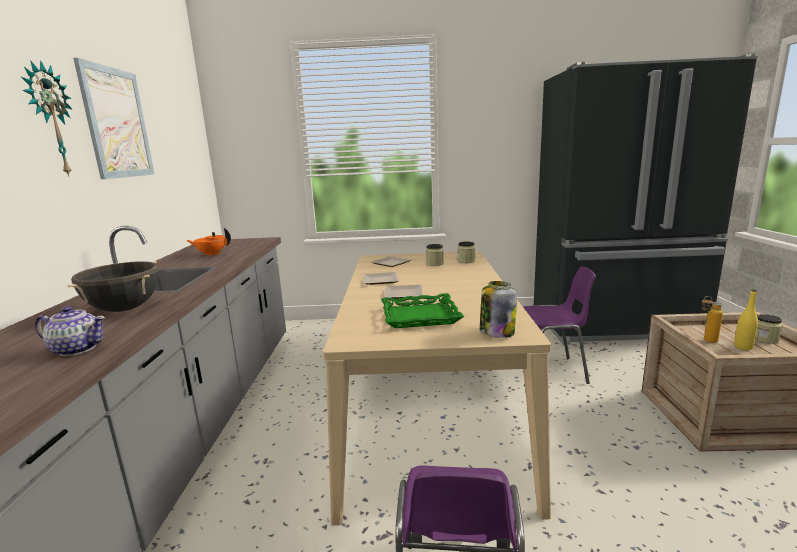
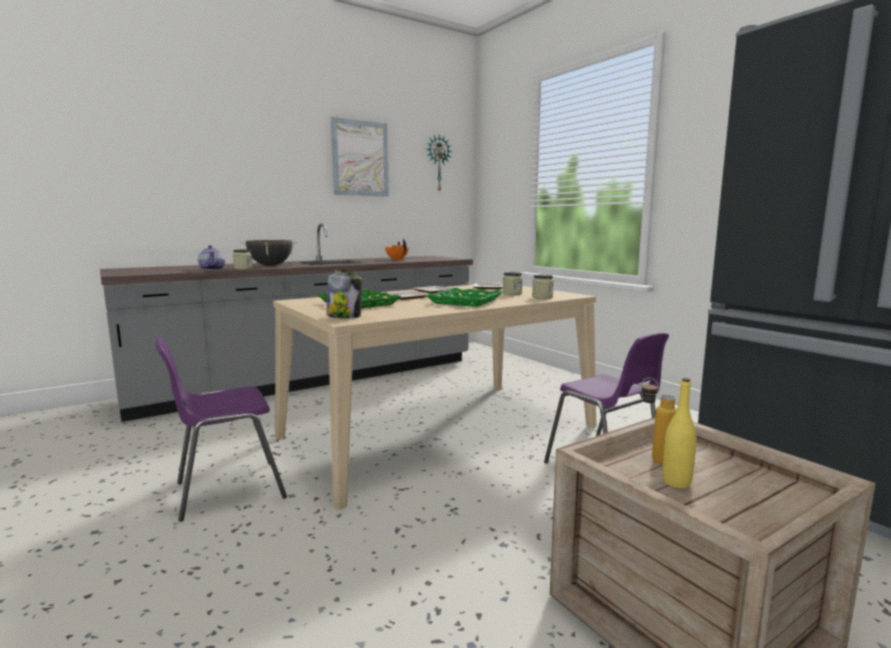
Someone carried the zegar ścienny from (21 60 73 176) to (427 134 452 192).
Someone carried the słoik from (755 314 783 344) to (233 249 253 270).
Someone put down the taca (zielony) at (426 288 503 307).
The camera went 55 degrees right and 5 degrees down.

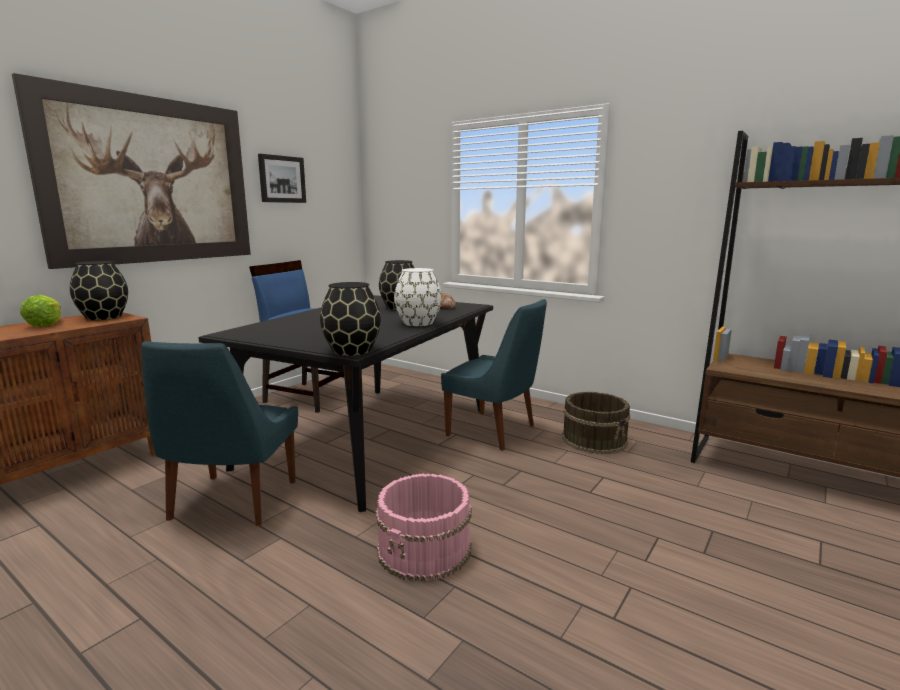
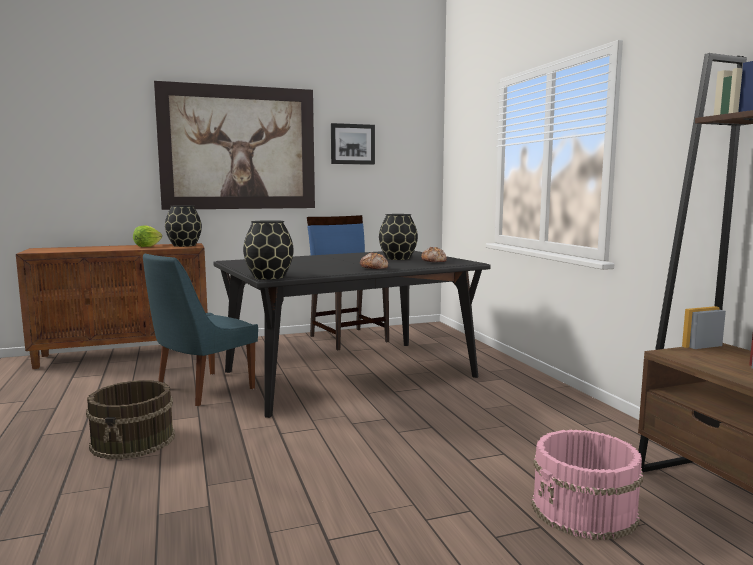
Someone swapped the wazon (biały) at (394 268 442 326) for the chleb at (360 252 388 269).
Someone took away the krzesło (niebieski) at (441 299 547 451).
Someone carried the wiadro (brązowy) from (562 392 630 454) to (86 380 175 459).
Someone carried the wiadro (różowy) from (375 473 472 582) to (532 430 643 540).
The camera went 35 degrees right and 5 degrees down.

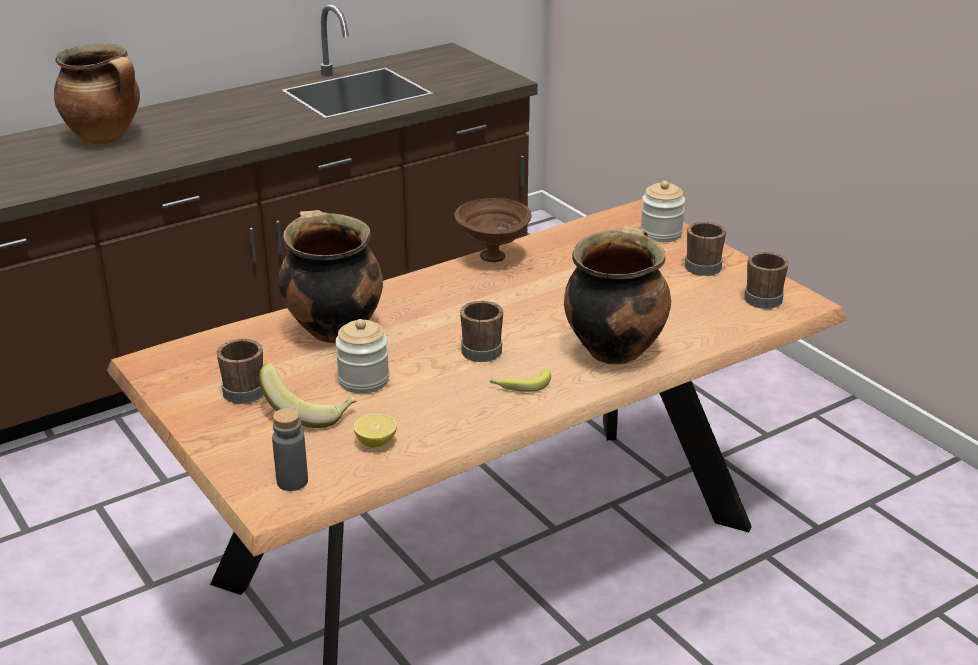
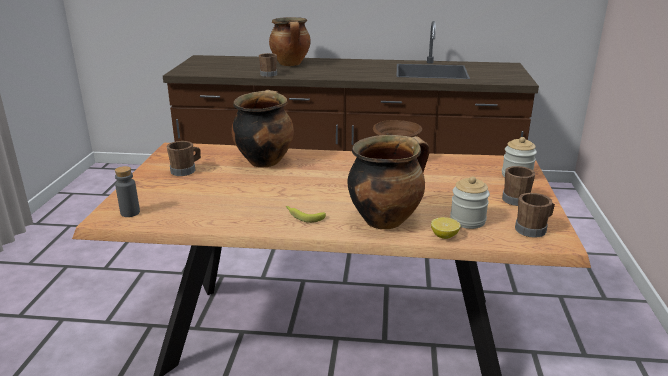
Someone carried the kubek (brązowy) from (460 301 503 362) to (259 53 277 77).
Someone carried the słoik from (335 319 389 393) to (450 177 490 229).
Someone took away the banan at (259 363 357 428).
Someone carried the cytryna from (354 414 397 448) to (431 217 461 239).
The camera went 40 degrees right and 5 degrees down.

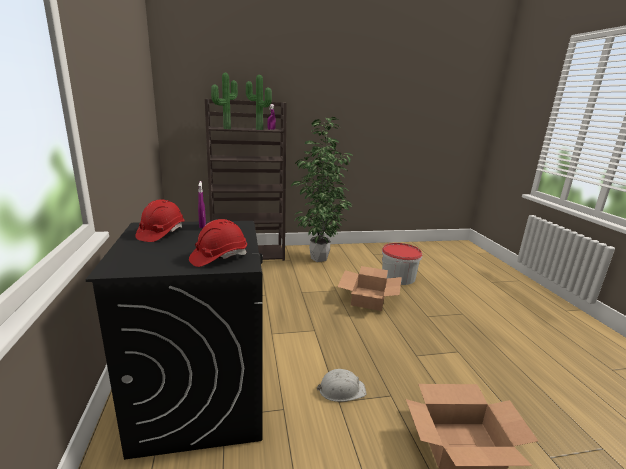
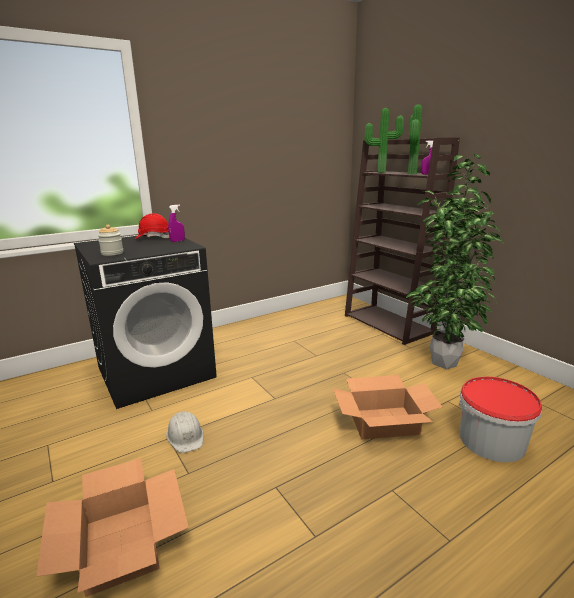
Someone swapped the kask (czerwony) at (189 219 247 267) for the słoik at (98 225 123 256).
The camera went 70 degrees right and 0 degrees up.

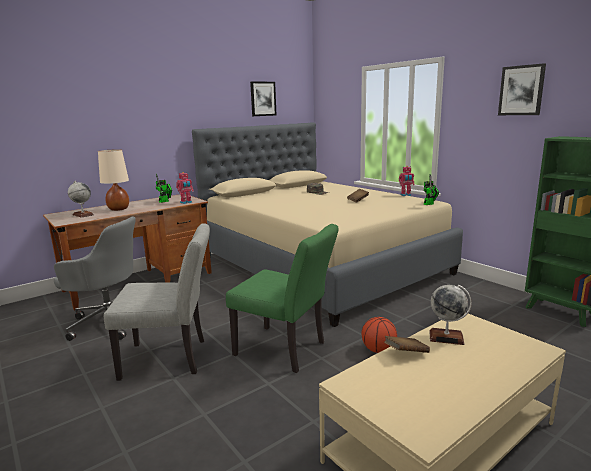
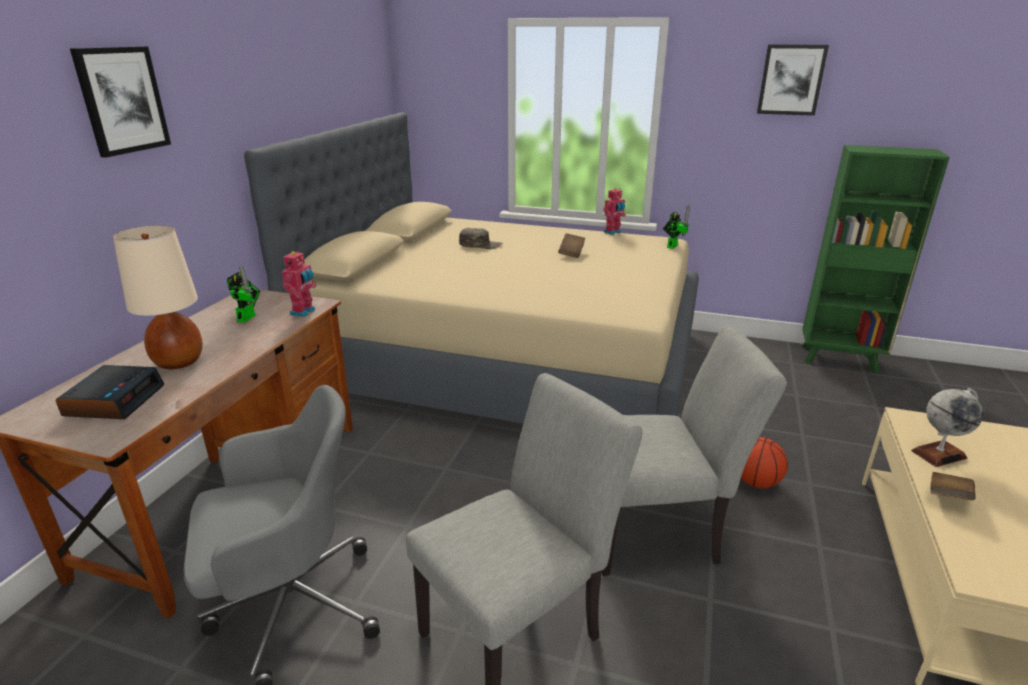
Someone carried the obraz from (250 81 277 116) to (70 46 171 158).
Someone swapped the globus at (68 181 94 218) for the budzik at (55 365 164 419).
Someone repainted the krzesło (zielony) at (226 224 339 373), which became the krzesło (szary) at (602 325 787 576).
The camera went 35 degrees left and 10 degrees up.

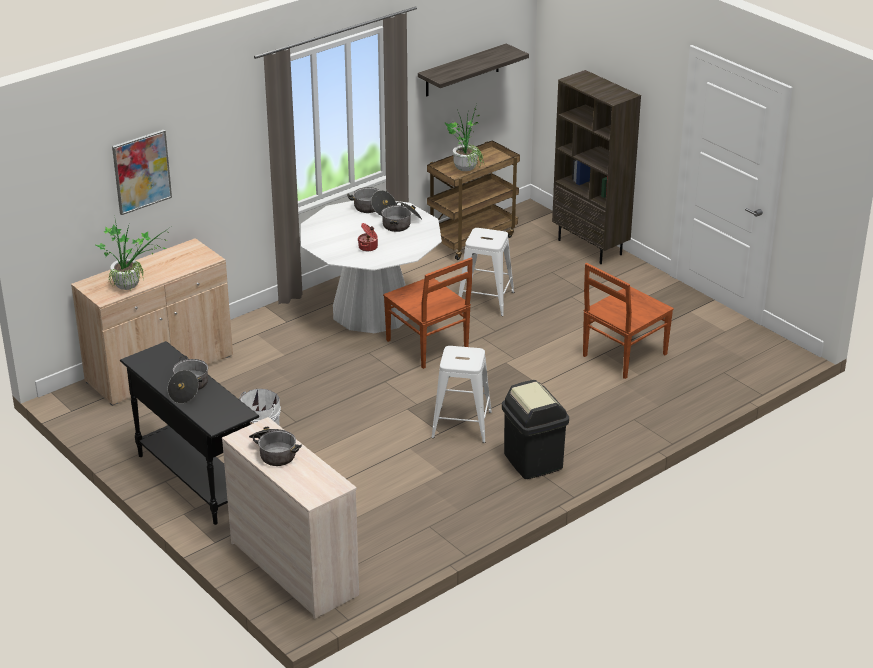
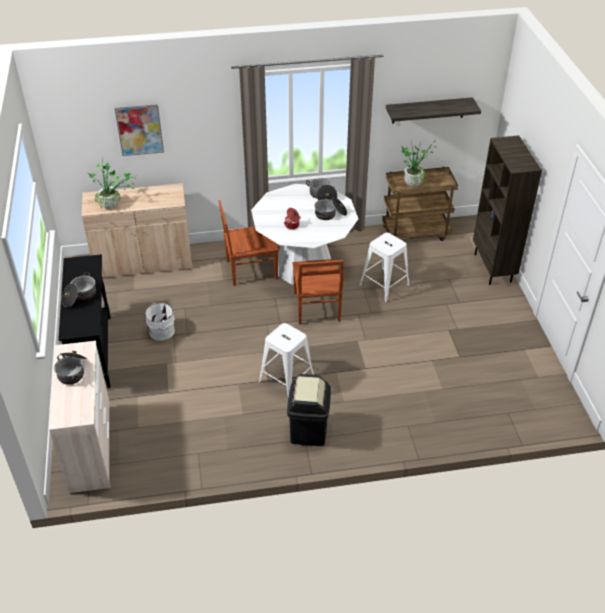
Someone carried the krzesło (brązowy) from (583 263 674 379) to (218 200 279 286).
The camera went 30 degrees right and 10 degrees up.

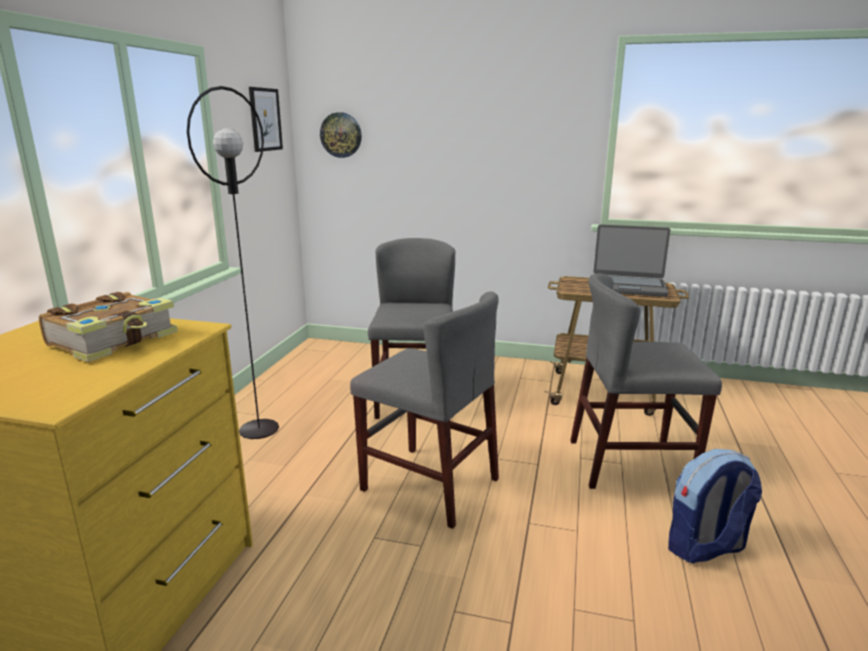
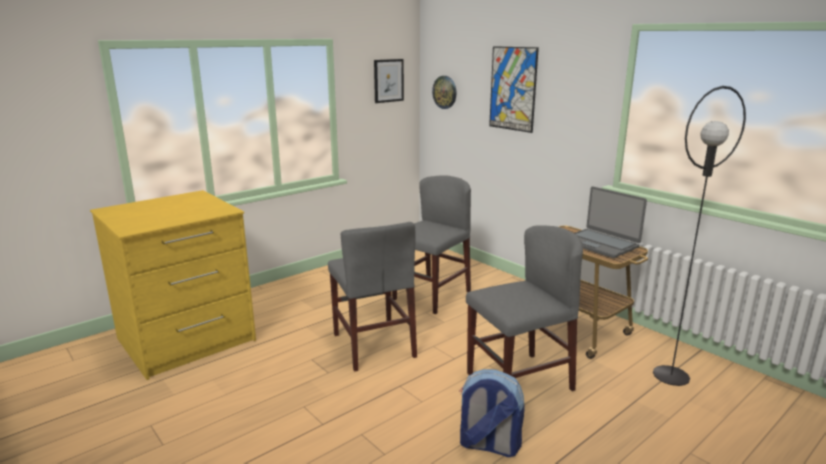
Someone carried the lampa stojąca (czarny) from (187 86 279 439) to (653 86 746 386).
Someone rotated the krzesło (szary) at (570 273 722 489) by 120 degrees clockwise.
Someone took away the książka at (39 292 178 362).
Someone put up the obraz at (489 46 539 133).
The camera went 35 degrees right and 0 degrees up.

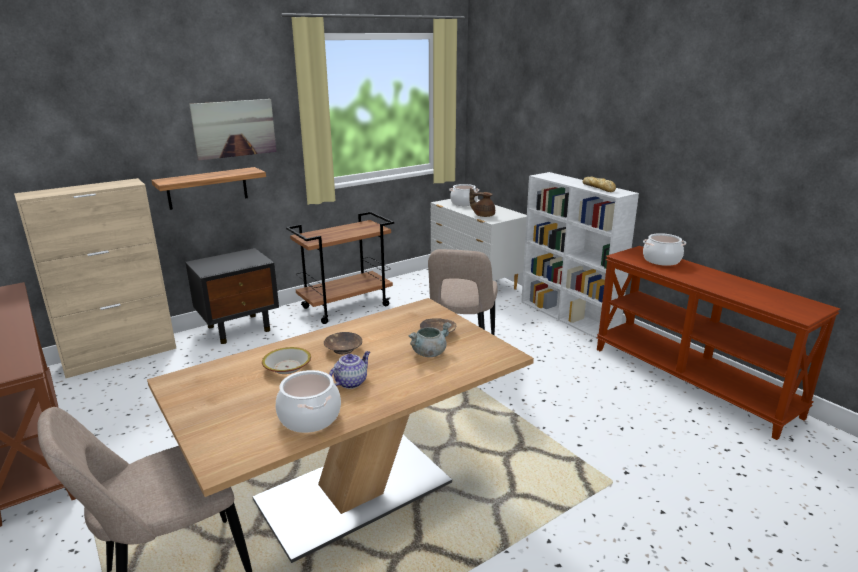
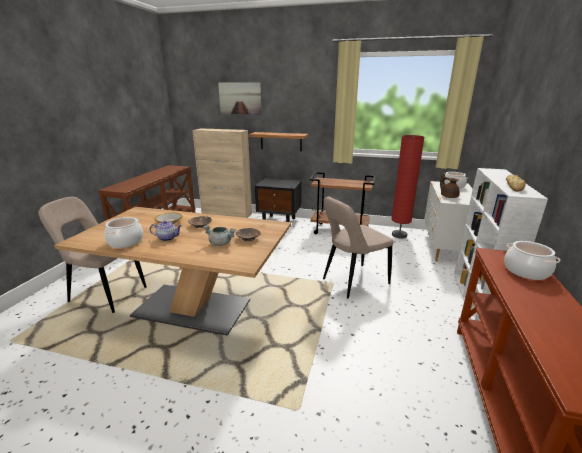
Someone carried the obraz from (189 99 276 161) to (218 82 261 114).
Someone put down the lampa stojąca (czerwony) at (392 135 424 239).
The camera went 50 degrees right and 0 degrees up.

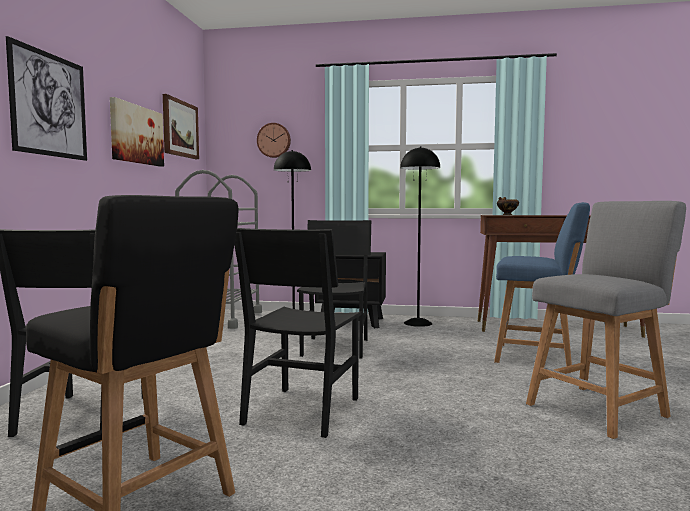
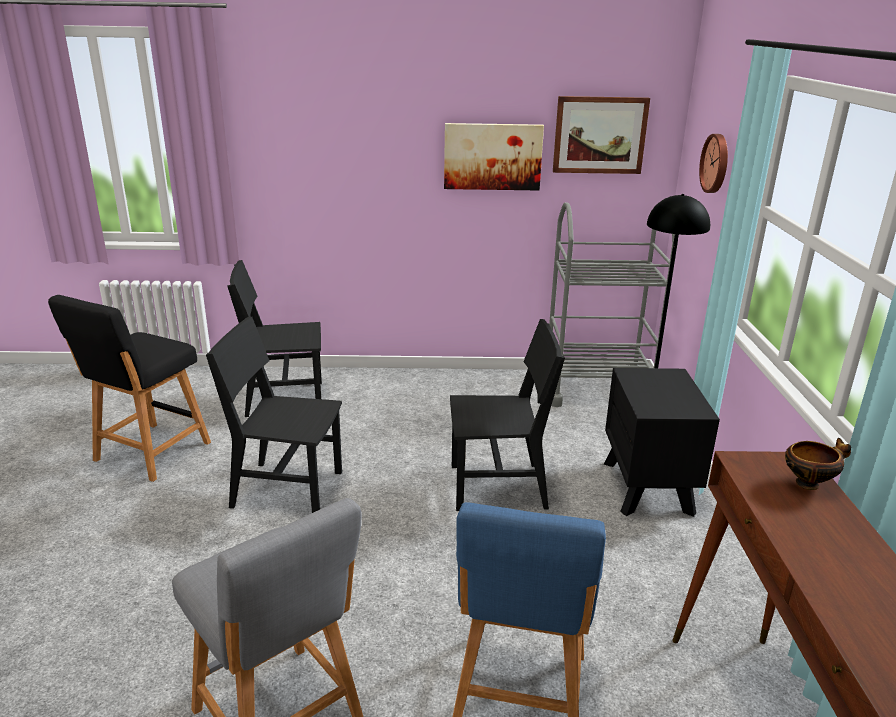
Someone took away the obraz at (6 36 87 161).
Someone took away the lampa stojąca (czarny) at (400 147 440 327).
The camera went 80 degrees right and 20 degrees up.

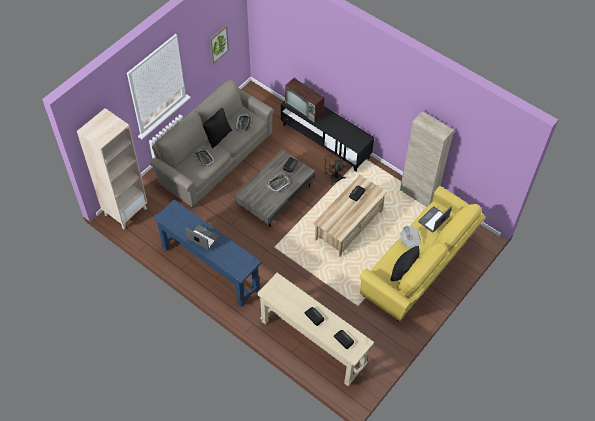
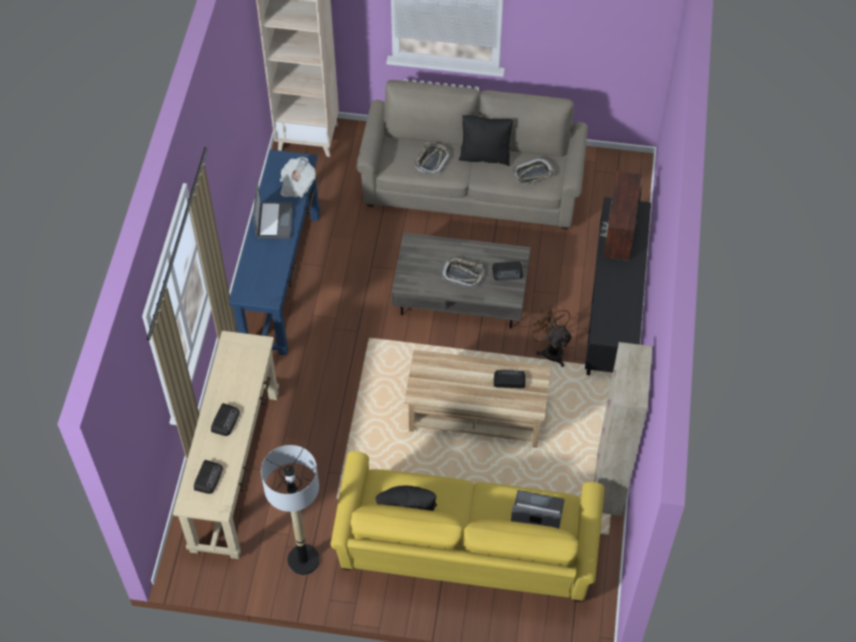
Someone took away the obraz at (209 25 229 64).
Someone carried the gazeta from (400 226 422 249) to (280 157 316 198).
Someone put down the lampa stojąca at (261 445 320 575).
The camera went 60 degrees right and 0 degrees up.

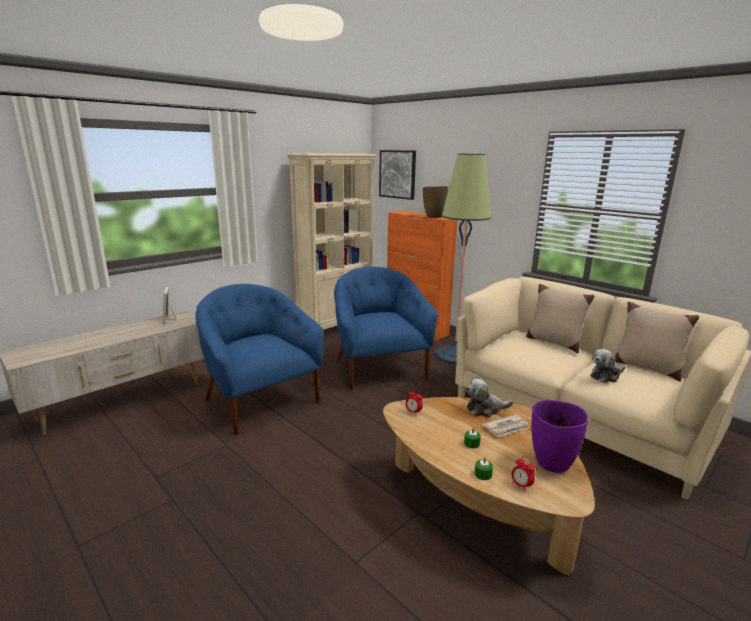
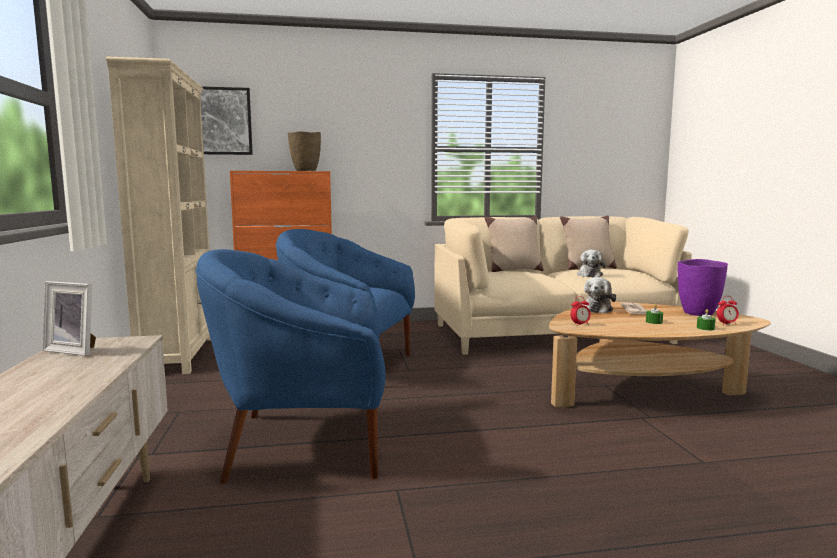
Someone took away the lampa stojąca at (435 154 491 365).
The camera went 55 degrees left and 10 degrees down.

